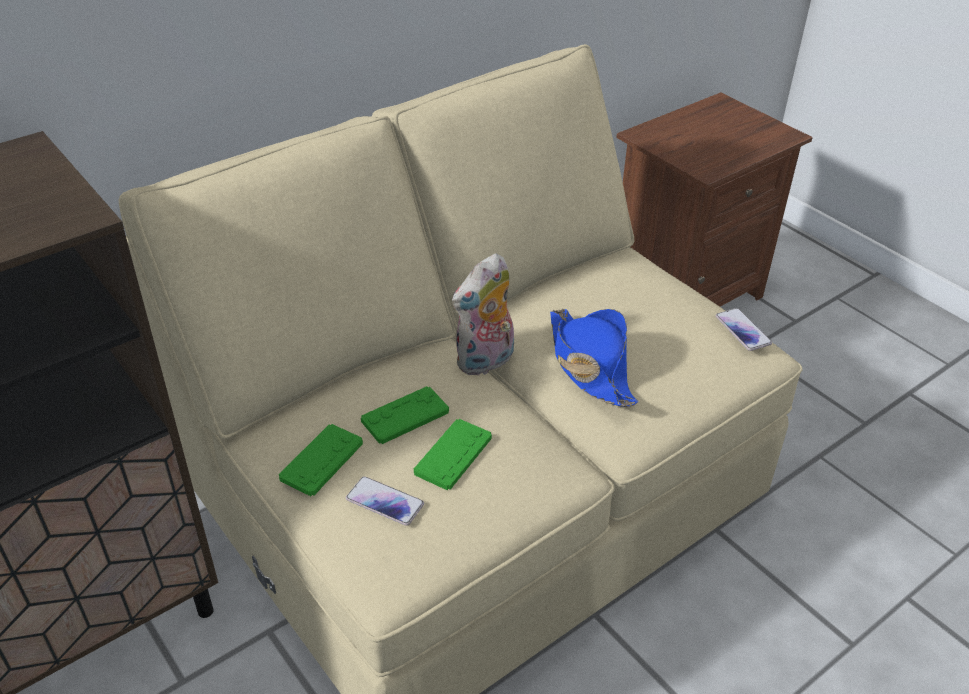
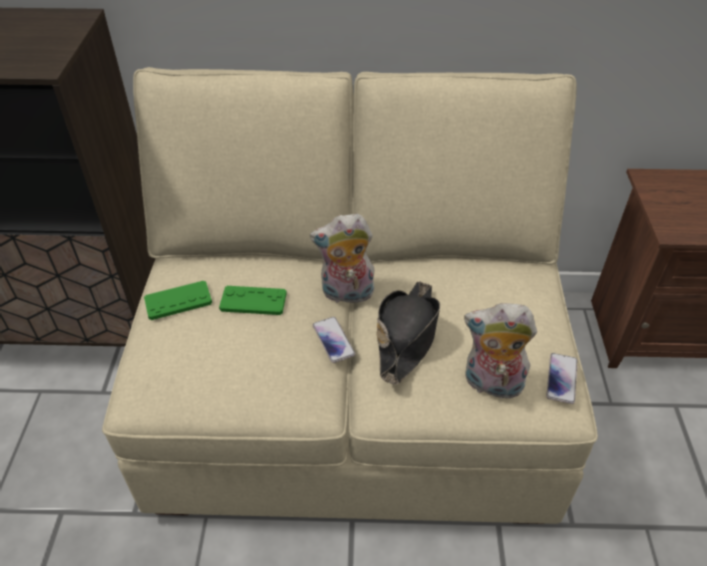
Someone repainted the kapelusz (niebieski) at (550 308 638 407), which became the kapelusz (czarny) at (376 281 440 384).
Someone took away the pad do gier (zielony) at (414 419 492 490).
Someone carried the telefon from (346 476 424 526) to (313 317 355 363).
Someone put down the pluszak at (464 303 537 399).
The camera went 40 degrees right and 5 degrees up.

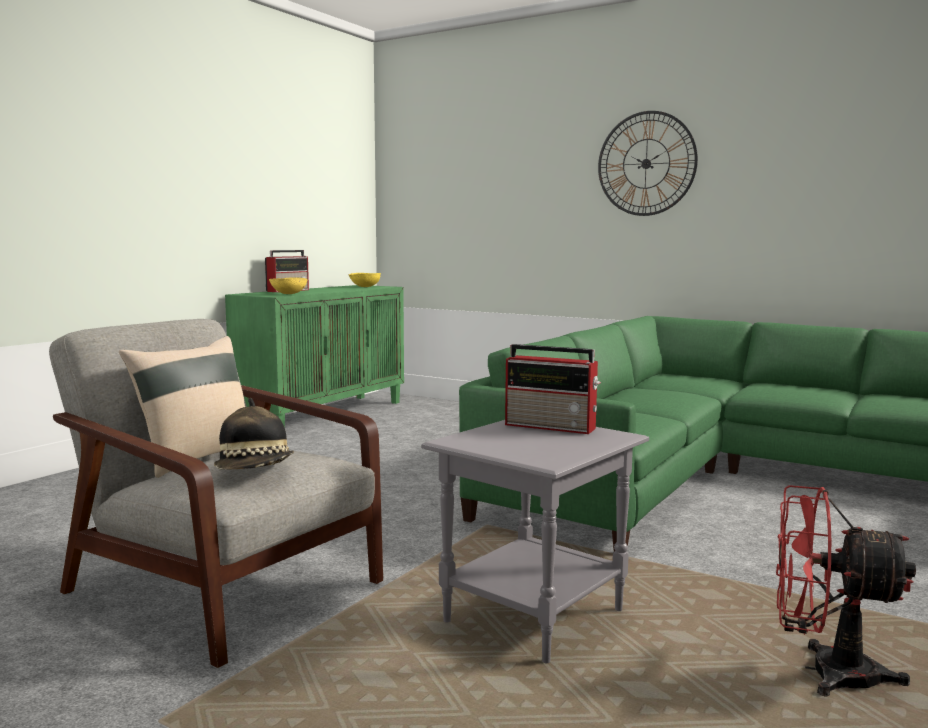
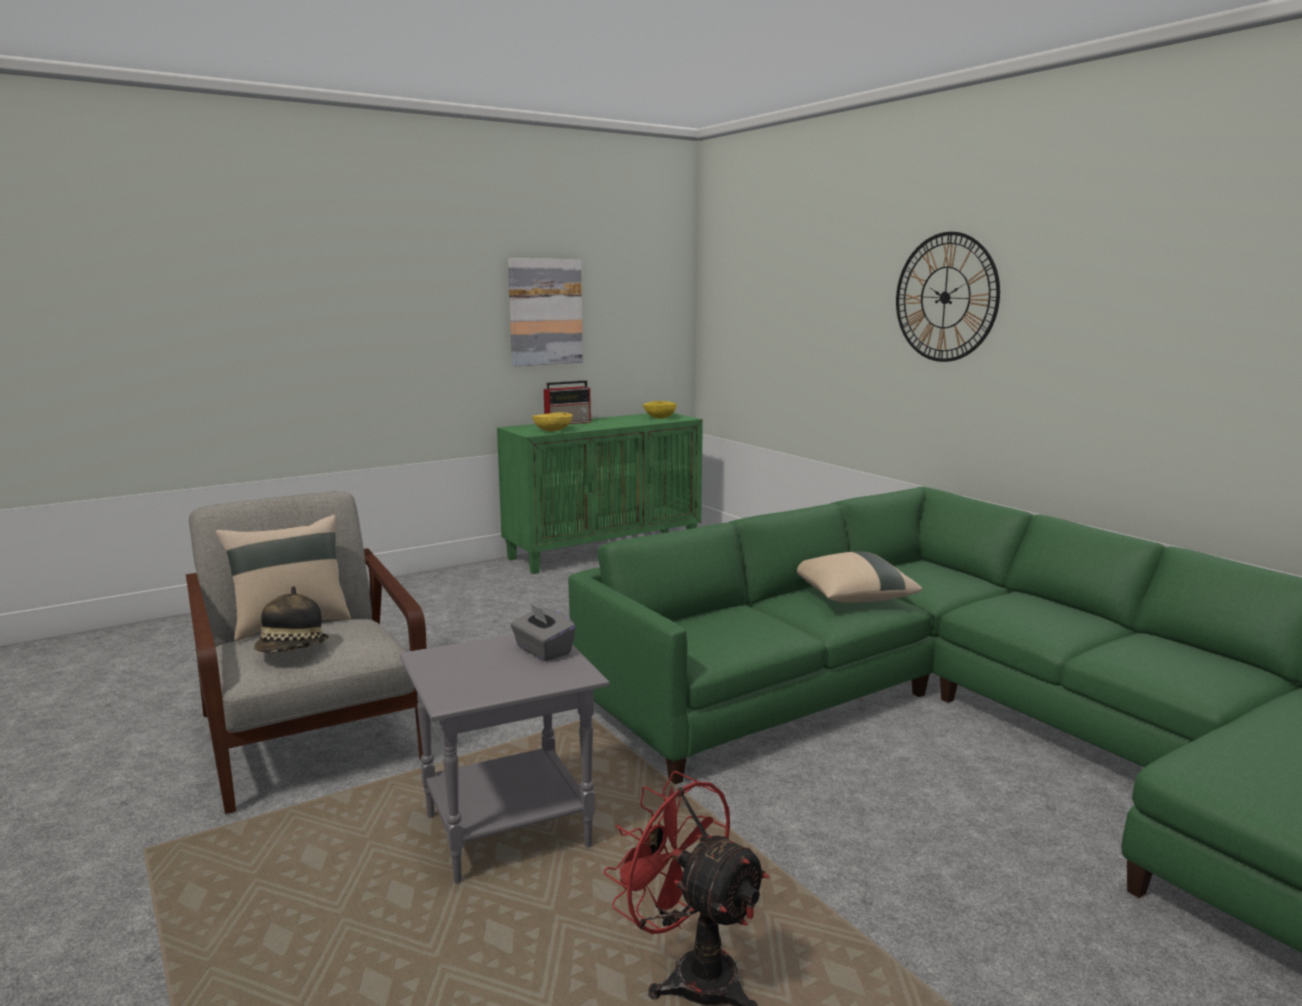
Someone swapped the radio at (505 344 601 434) for the pudełko chusteczek (szary) at (510 602 576 661).
Someone put up the obraz at (508 258 583 366).
Someone put down the poduszka (beżowy) at (797 552 922 603).
The camera went 25 degrees right and 5 degrees up.

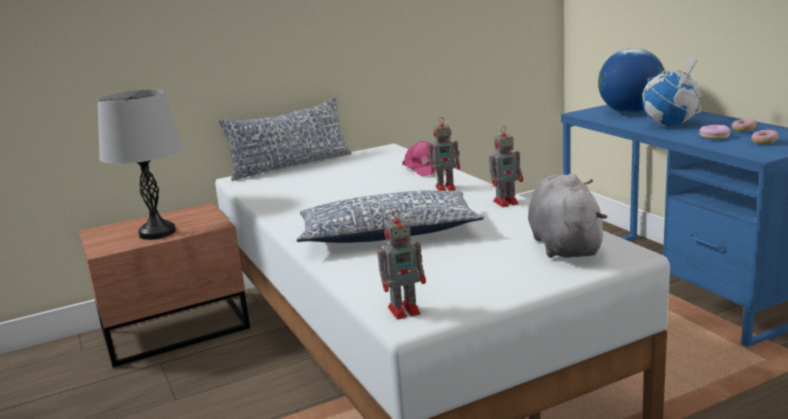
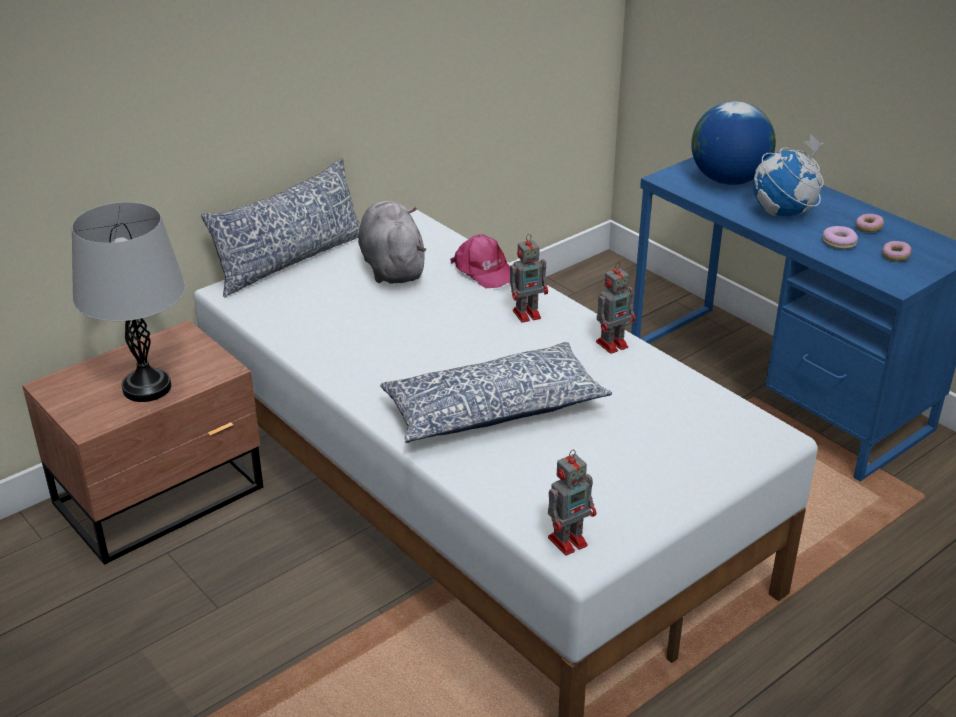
Someone carried the pluszak (szary) from (528 174 608 258) to (358 201 427 284).
The camera went 15 degrees left and 15 degrees up.

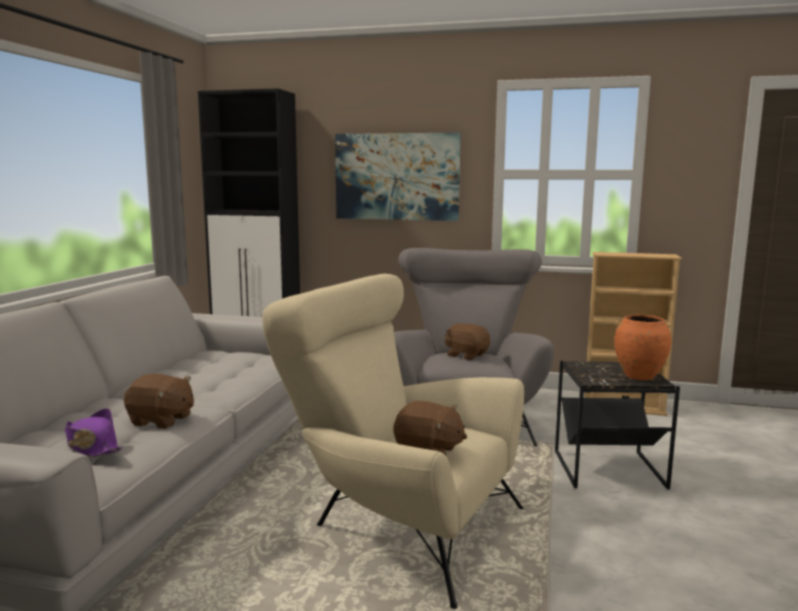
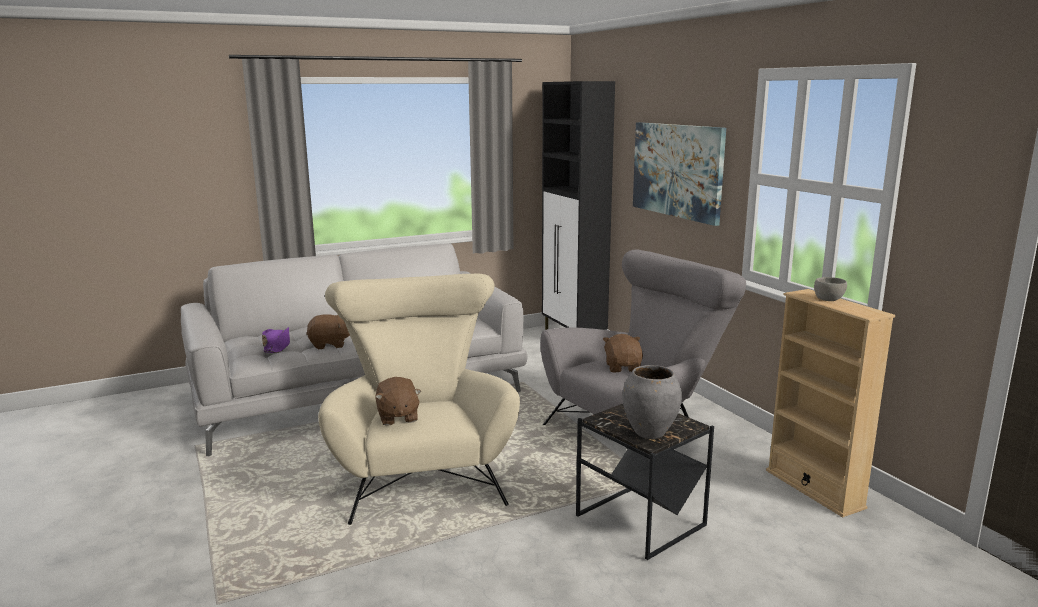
Someone repainted the wazon (pomarańczowy) at (614 315 671 380), which became the wazon (szary) at (622 365 682 439).
Someone rotated the pluszak (brązowy) at (124 374 194 429) by 75 degrees counterclockwise.
Someone put down the miska (szary) at (814 277 847 301).
The camera went 50 degrees right and 5 degrees up.

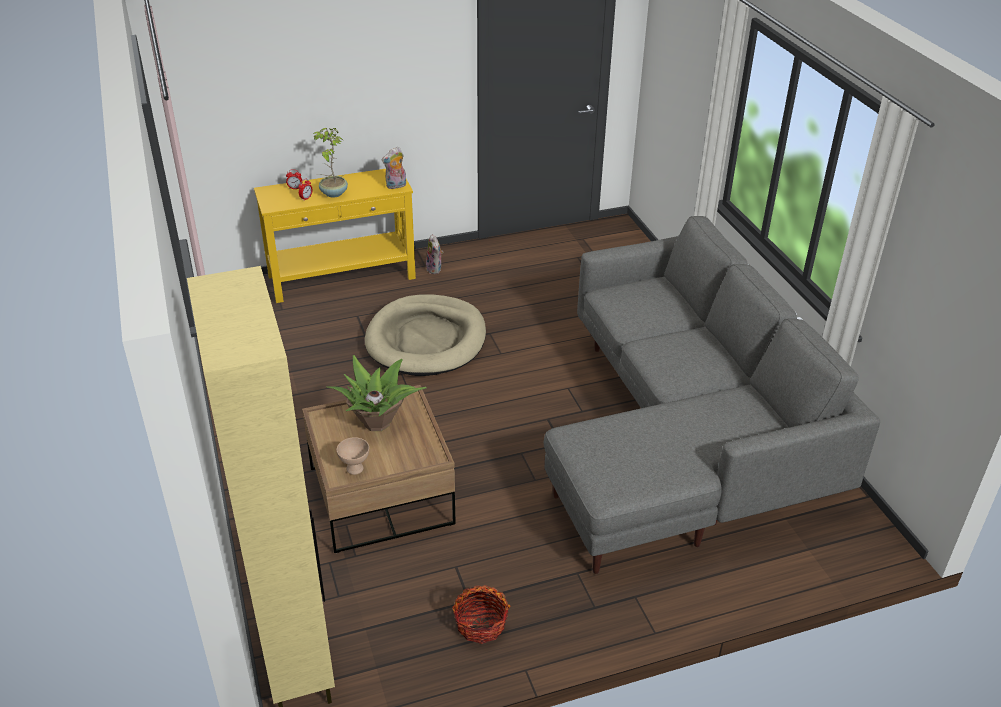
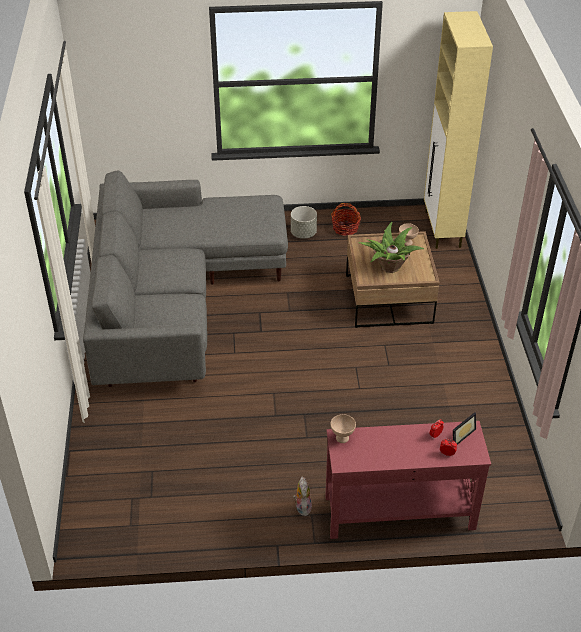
Someone took away the roślina doniczkowa at (313 128 348 197).
Someone swapped the pluszak at (382 147 406 189) for the miska (beżowy) at (331 414 356 443).
Someone repainted the stolik konsolowy (żółty) at (254 169 416 303), which became the stolik konsolowy (czerwony) at (325 421 491 539).
Someone took away the legowisko (beżowy) at (365 294 486 376).
Someone put down the donica (szary) at (291 206 317 239).
Someone put down the ramka na zdjęcie at (453 412 476 445).
The camera went 165 degrees left and 5 degrees up.

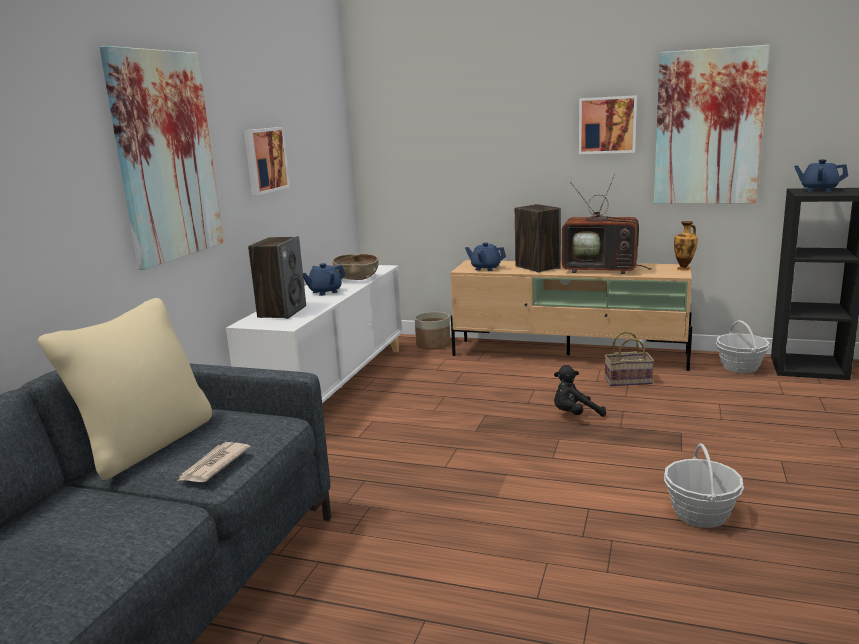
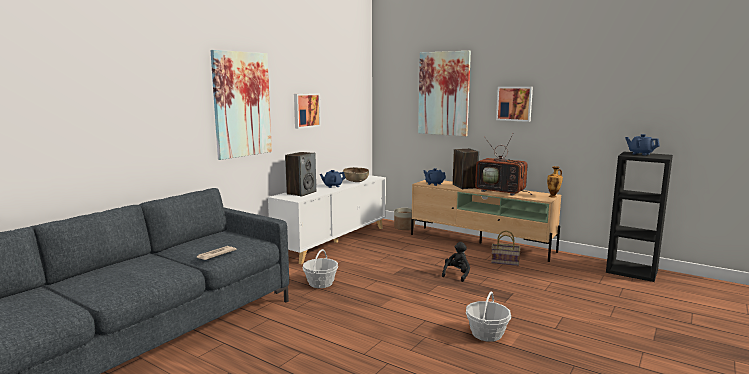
Someone carried the obraz from (654 45 770 204) to (418 51 471 136).
Someone took away the poduszka (beżowy) at (38 298 212 480).
Someone carried the koszyk from (716 320 769 373) to (302 249 338 288).
Someone rotated the pluszak (czarny) at (554 365 606 417) by 120 degrees clockwise.
The camera went 15 degrees right and 5 degrees down.

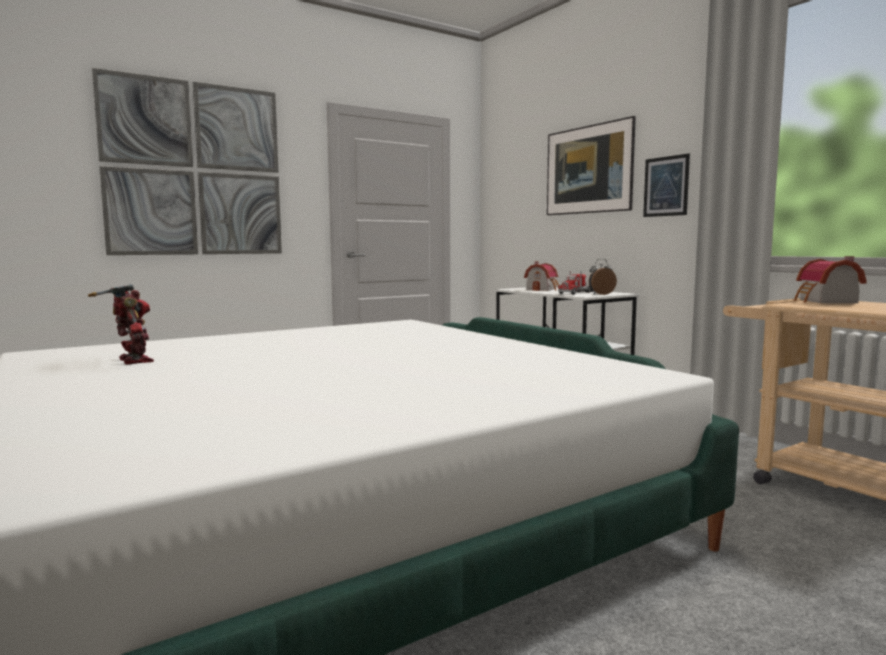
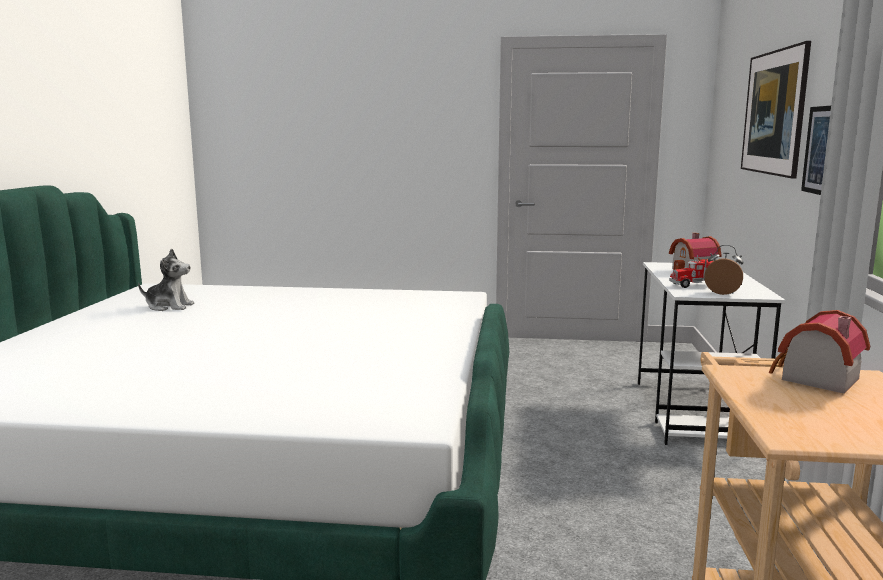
Someone took away the obraz at (92 68 282 255).
Someone swapped the robot zabawkowy at (88 284 154 364) for the pluszak at (138 249 194 311).
The camera went 40 degrees right and 5 degrees up.

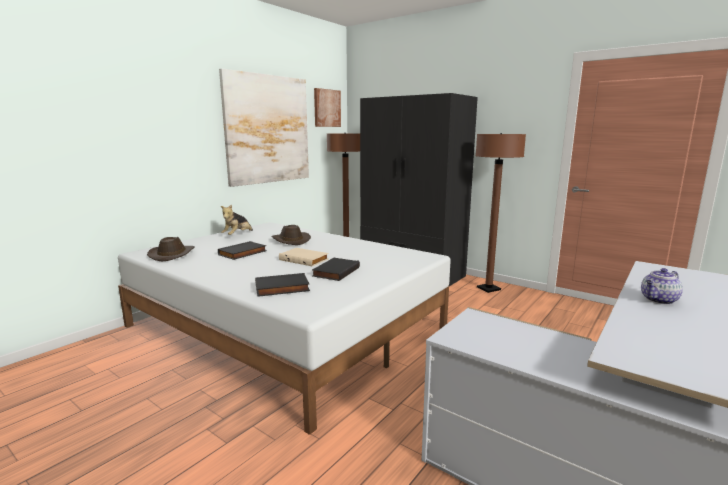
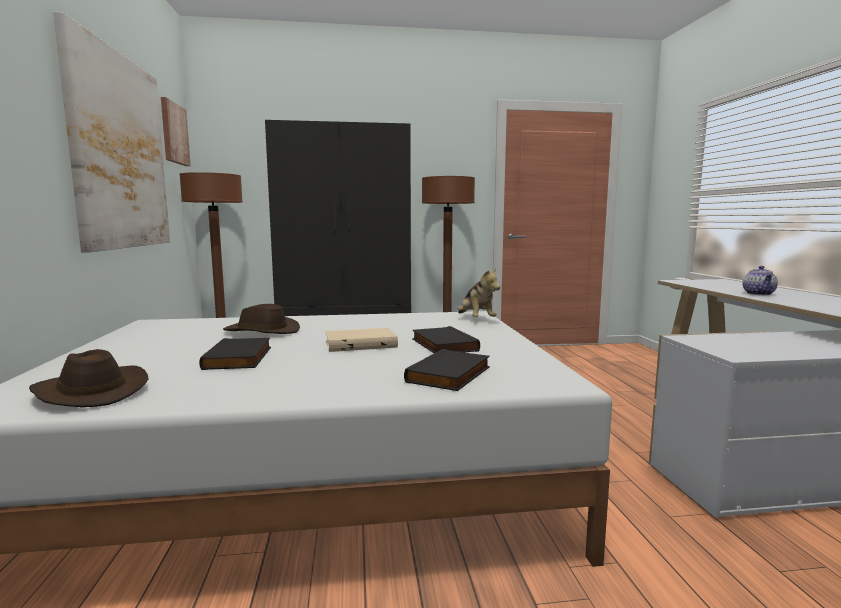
Someone carried the pluszak from (221 205 253 235) to (458 268 500 317).
The camera went 45 degrees left and 5 degrees down.

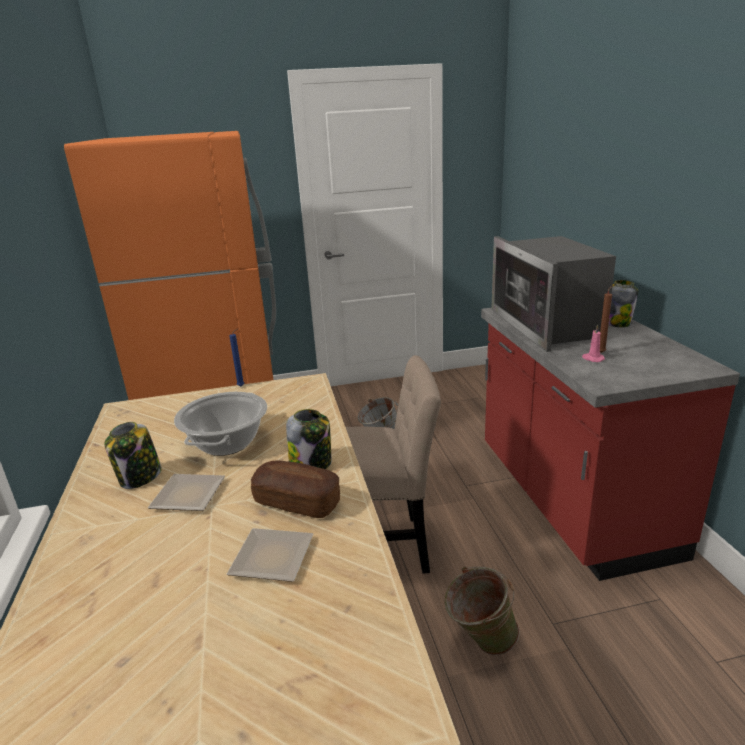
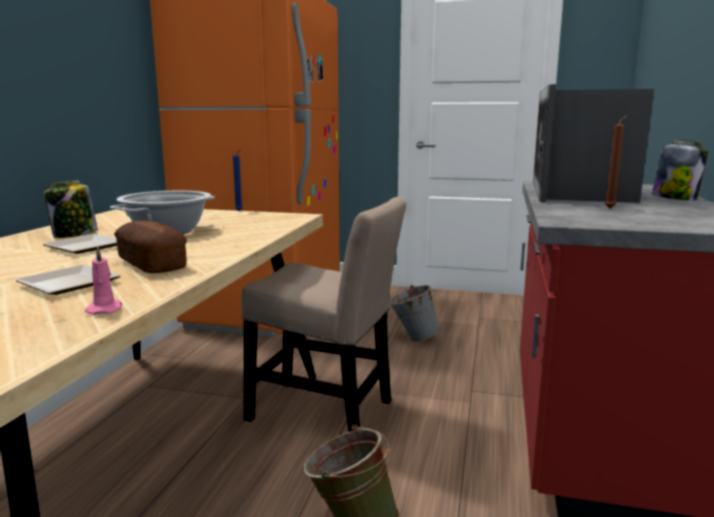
Someone carried the świeca (różowy) from (582 324 605 362) to (85 246 122 315).
Someone took away the słoik at (286 409 331 469).
The camera went 25 degrees right and 10 degrees down.

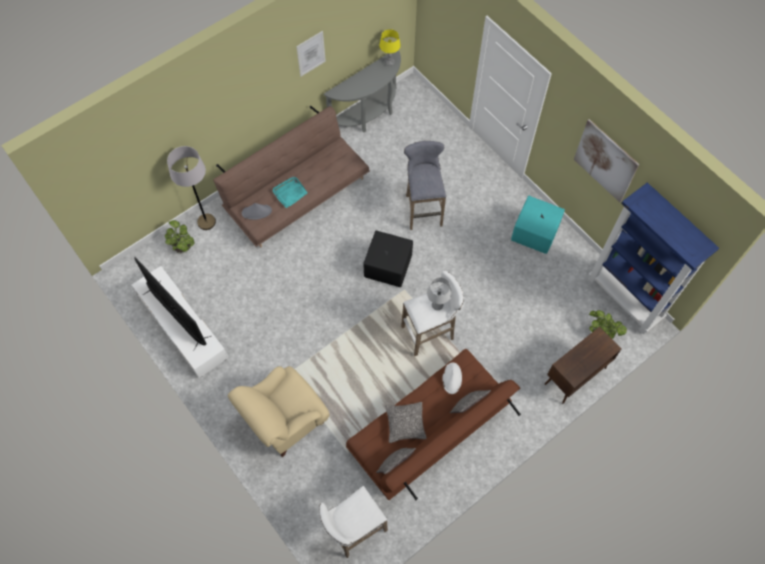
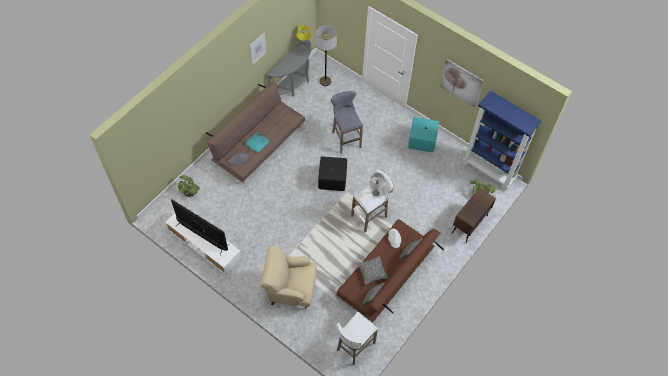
Someone carried the lampa stojąca (szary) from (167 146 216 230) to (315 25 337 86).
Someone rotated the fotel (beżowy) at (228 366 330 457) by 60 degrees clockwise.
The camera went 15 degrees left and 5 degrees down.

